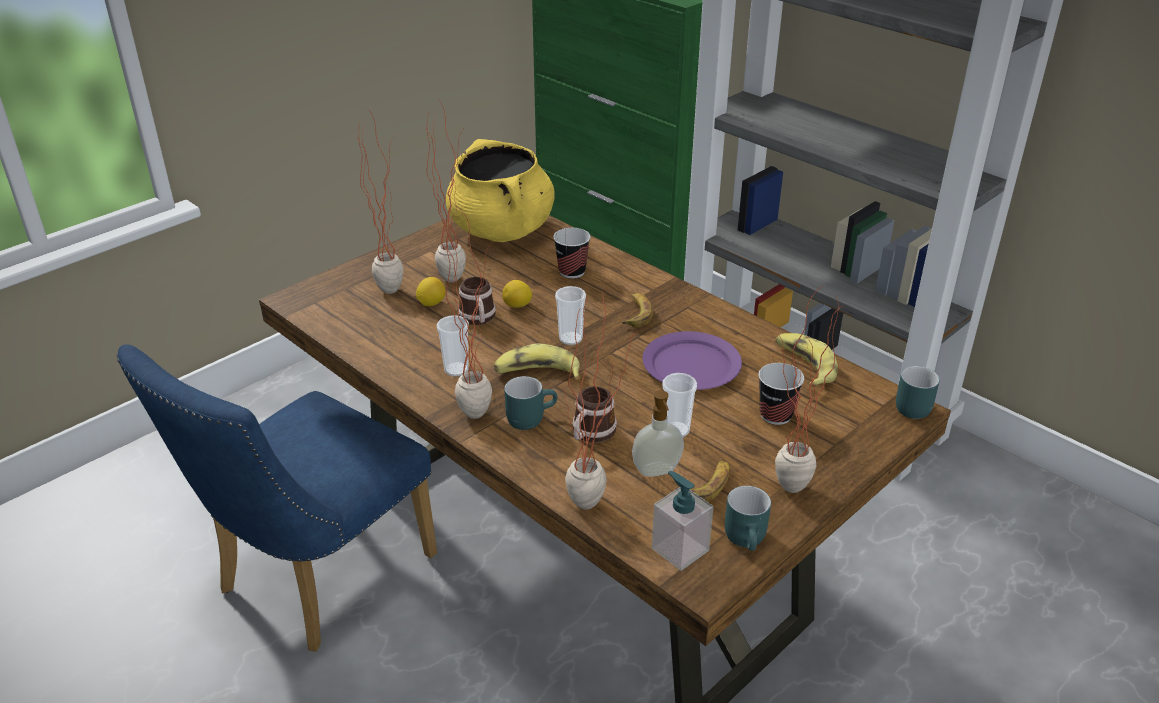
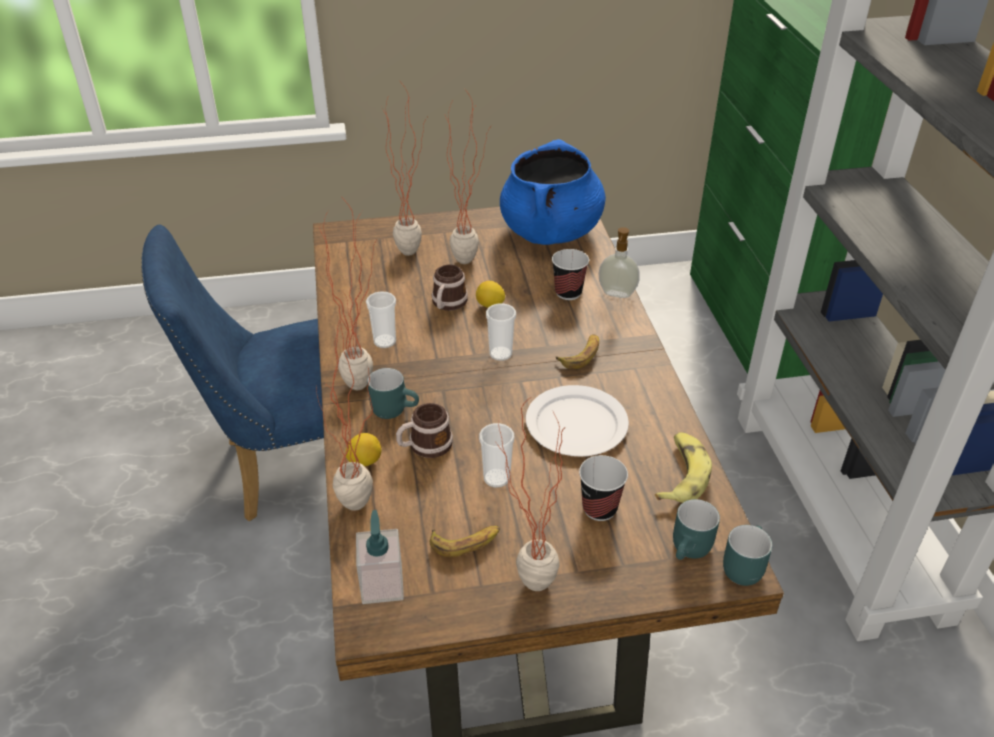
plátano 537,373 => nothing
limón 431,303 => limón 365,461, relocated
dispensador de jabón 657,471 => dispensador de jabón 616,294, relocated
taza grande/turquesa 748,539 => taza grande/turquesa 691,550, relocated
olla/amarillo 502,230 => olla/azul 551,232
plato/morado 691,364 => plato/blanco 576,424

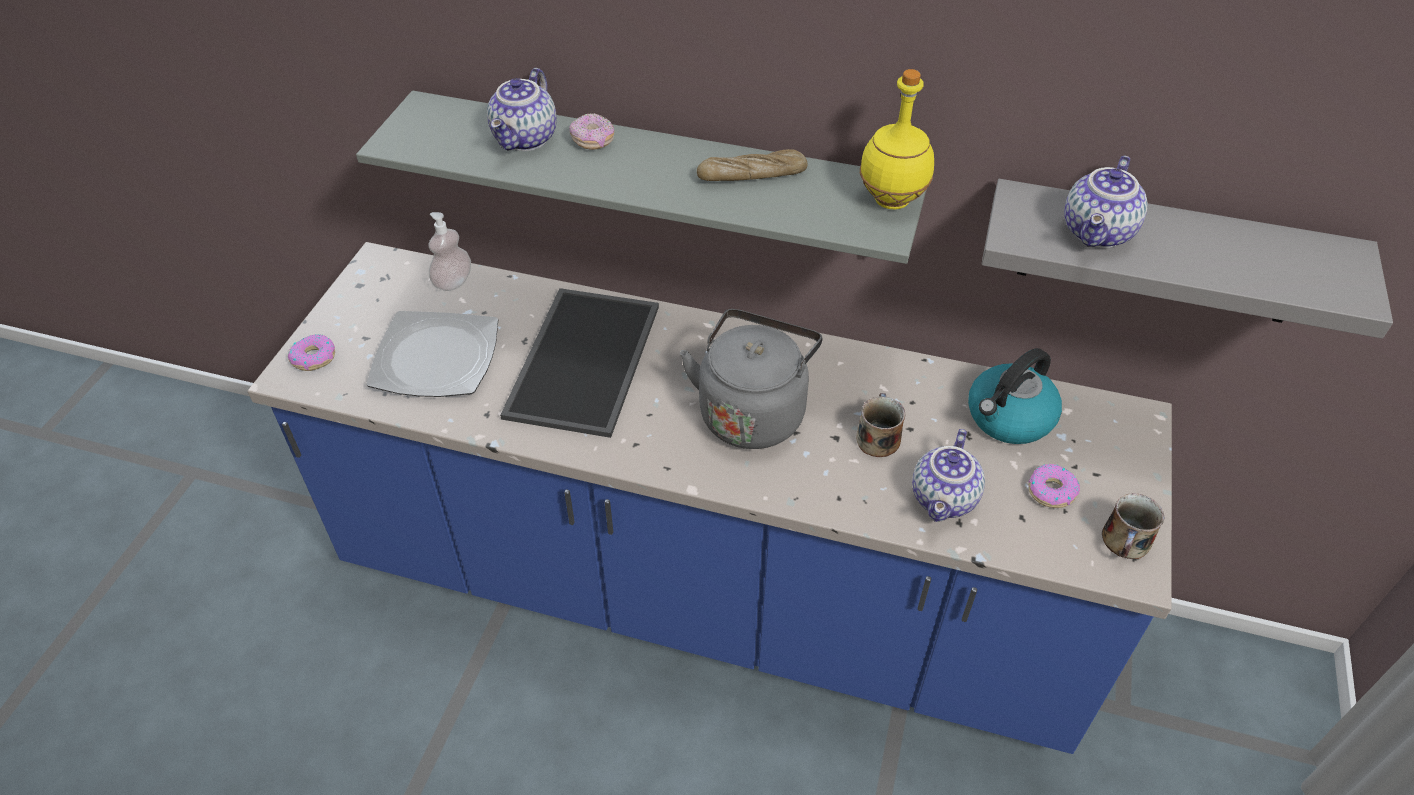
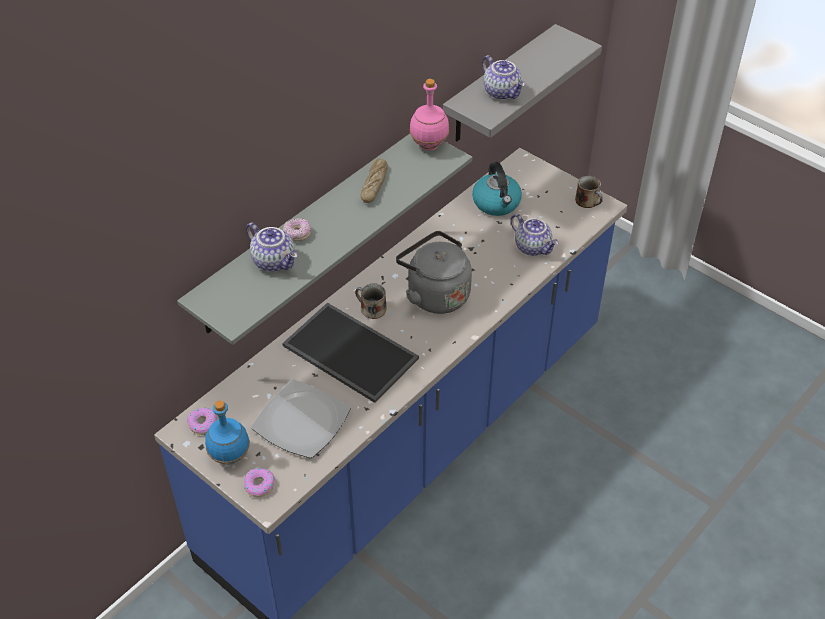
dispensador de jabón 453,282 => nothing
nothing => botella/azul 230,457
taza grande 877,437 => taza grande 371,309, relocated
rosquilla 1051,491 => rosquilla 202,424, relocated
botella/amarillo 892,201 => botella/rosa 429,145

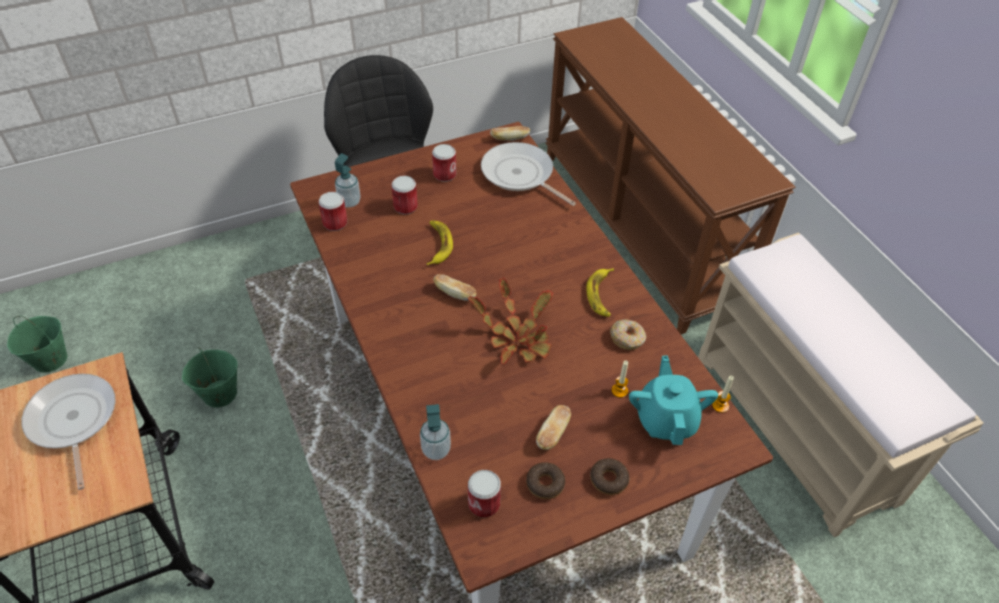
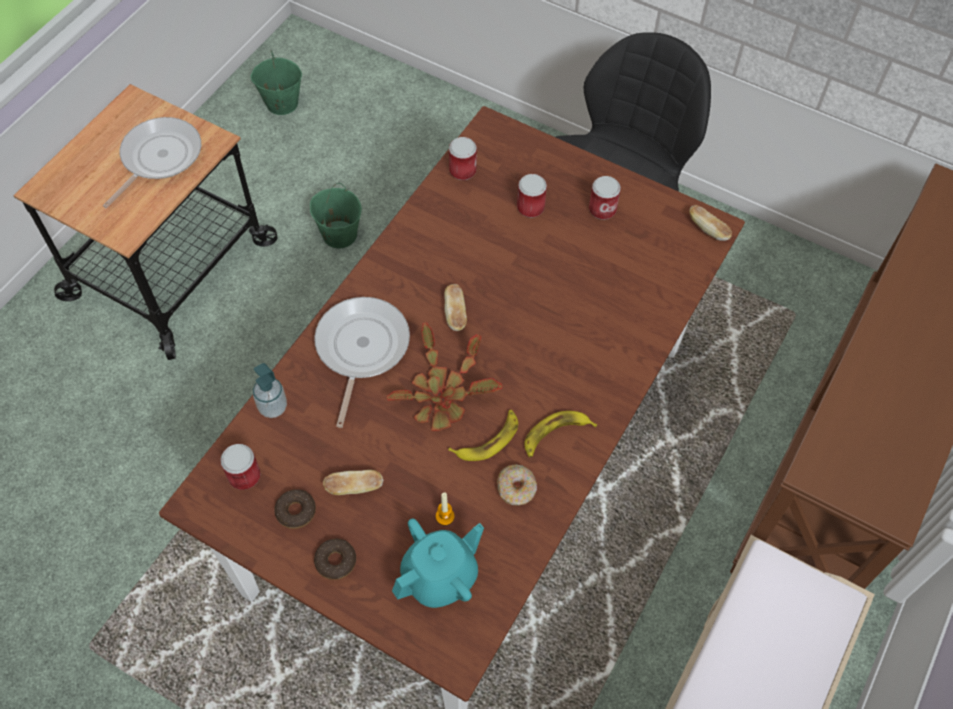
dispensador de jabón 349,202 => nothing
vela 720,405 => nothing
plátano 437,245 => plátano 488,439, relocated
sartén 520,175 => sartén 360,349, relocated

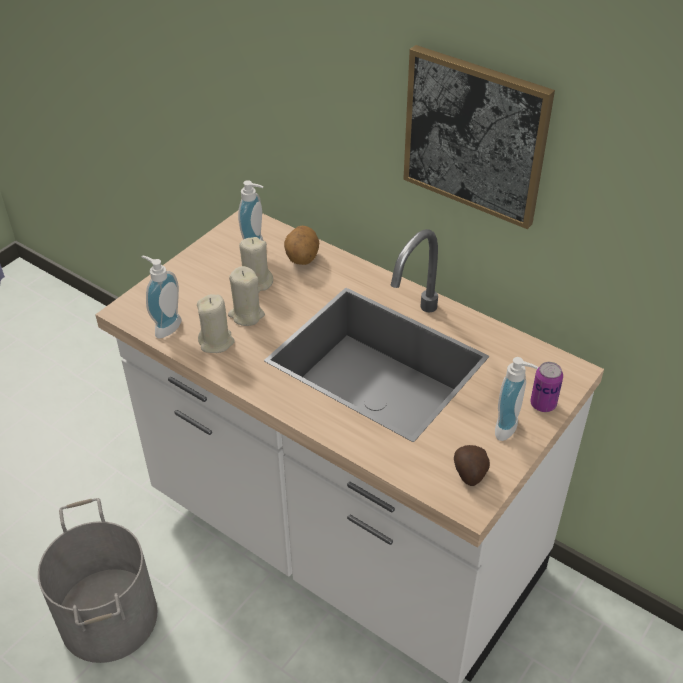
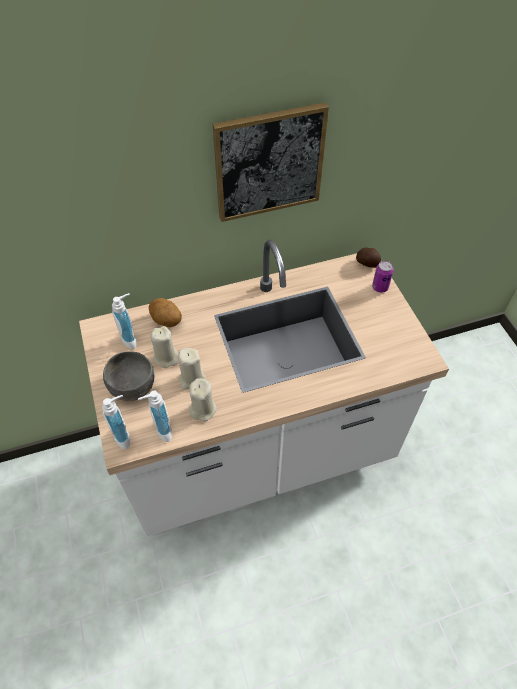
cubo/gris 107,618 => nothing
nothing => cuenco/gris 132,386
patata 470,474 => patata 367,263, relocated
dispensador de jabón 510,429 => dispensador de jabón 125,435, relocated

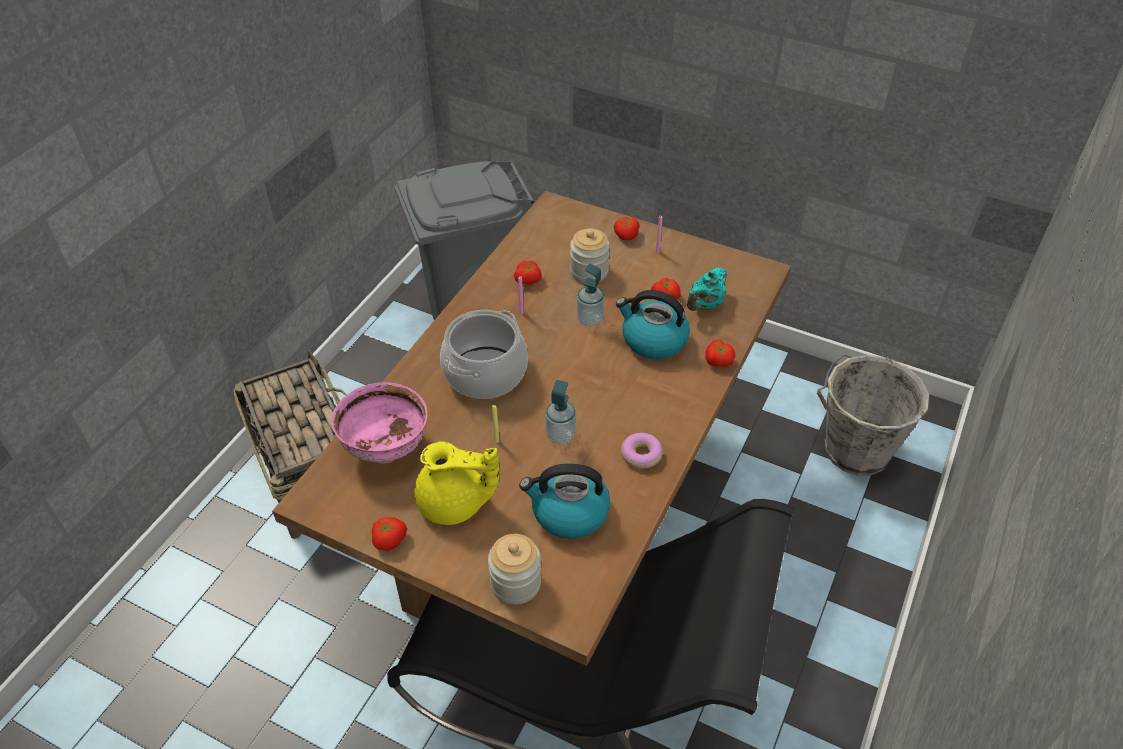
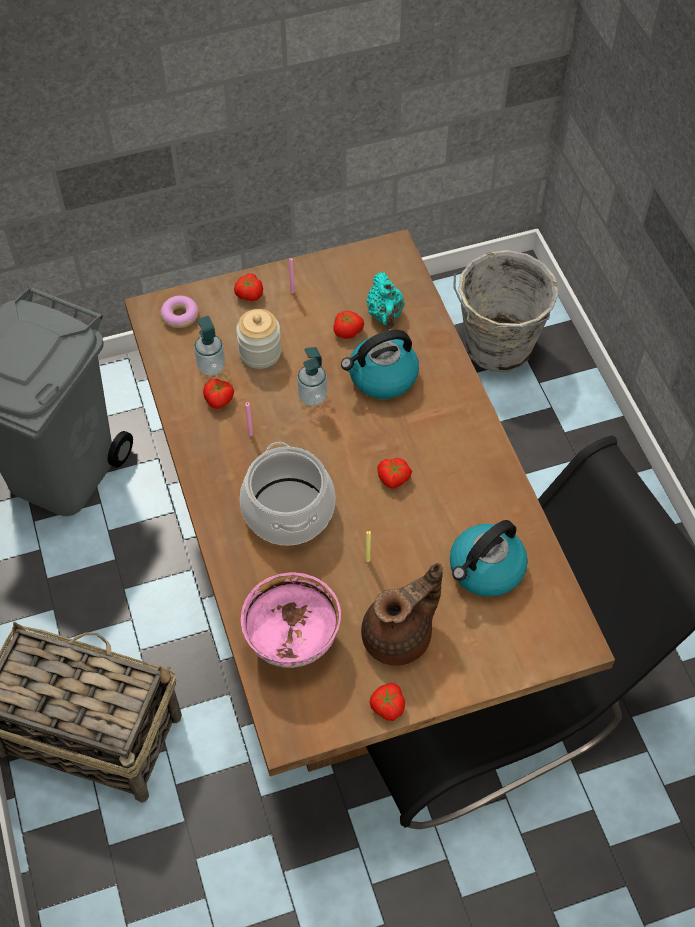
tarro 515,583 => nothing
dispensador de jabón 560,435 => dispensador de jabón 211,366, relocated
rosquilla 641,455 => rosquilla 180,316, relocated
tomate 718,361 => tomate 393,479, relocated
tetera/amarillo 455,504 => tetera/marrón 400,636

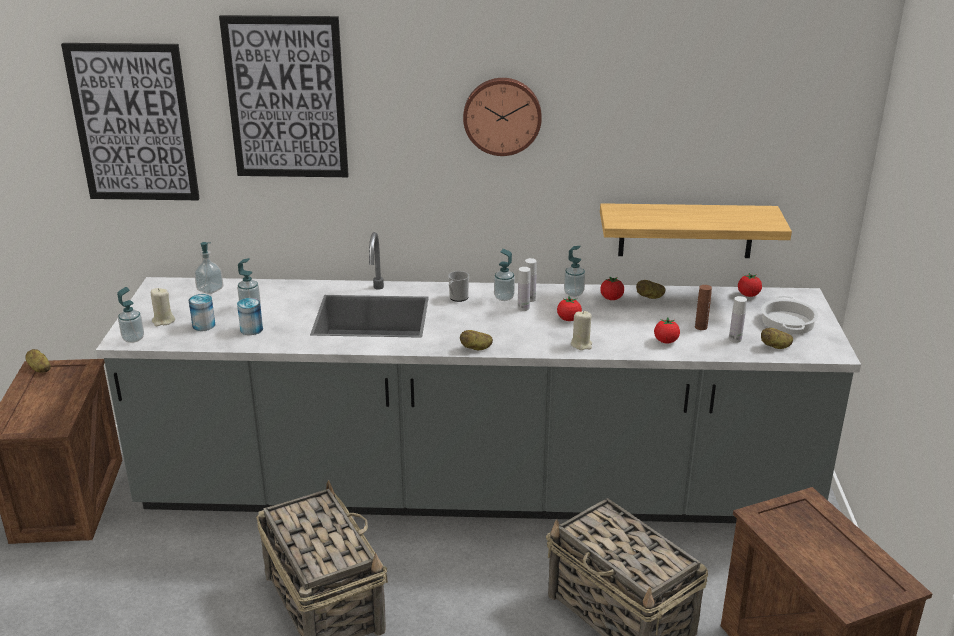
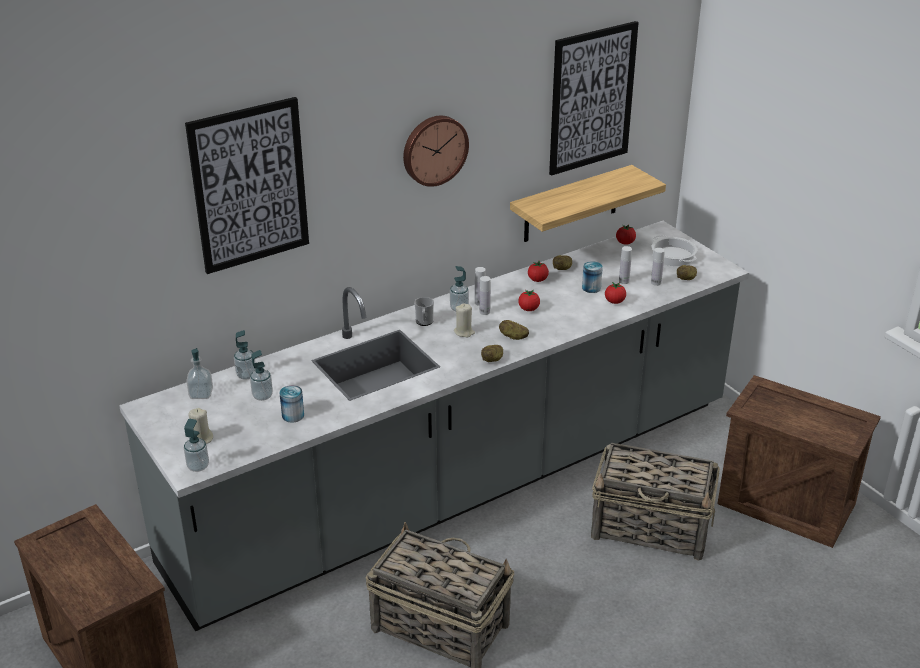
patata 39,368 => patata 513,337, relocated
cuadro 133,123 => cuadro 591,98, relocated
lata 203,325 => lata 591,288, relocated
dispensador de jabón 573,293 => dispensador de jabón 246,375, relocated
vela/beis 581,344 => vela/beis 464,332, relocated
botella/marrón 701,327 => botella/blanco 624,281

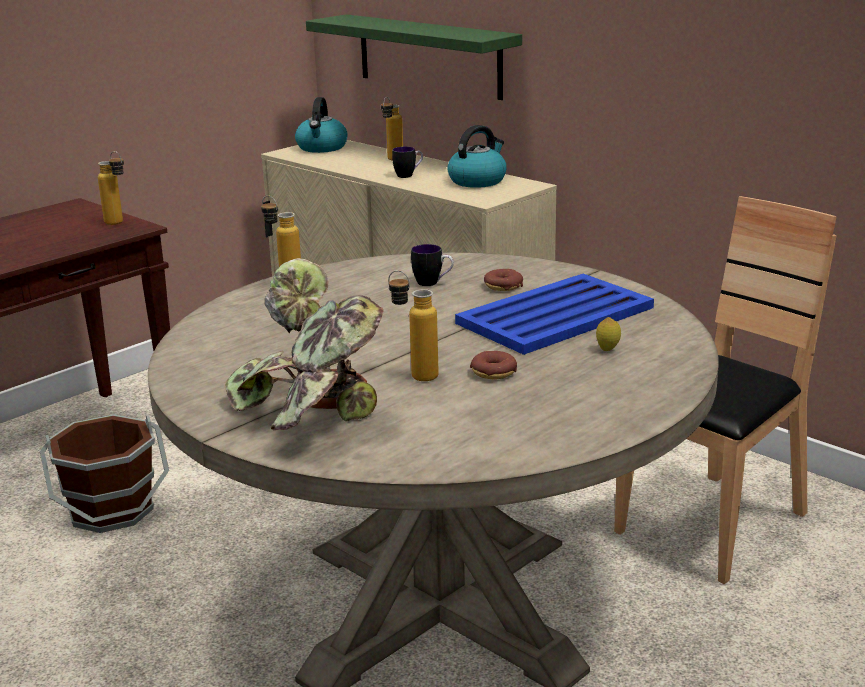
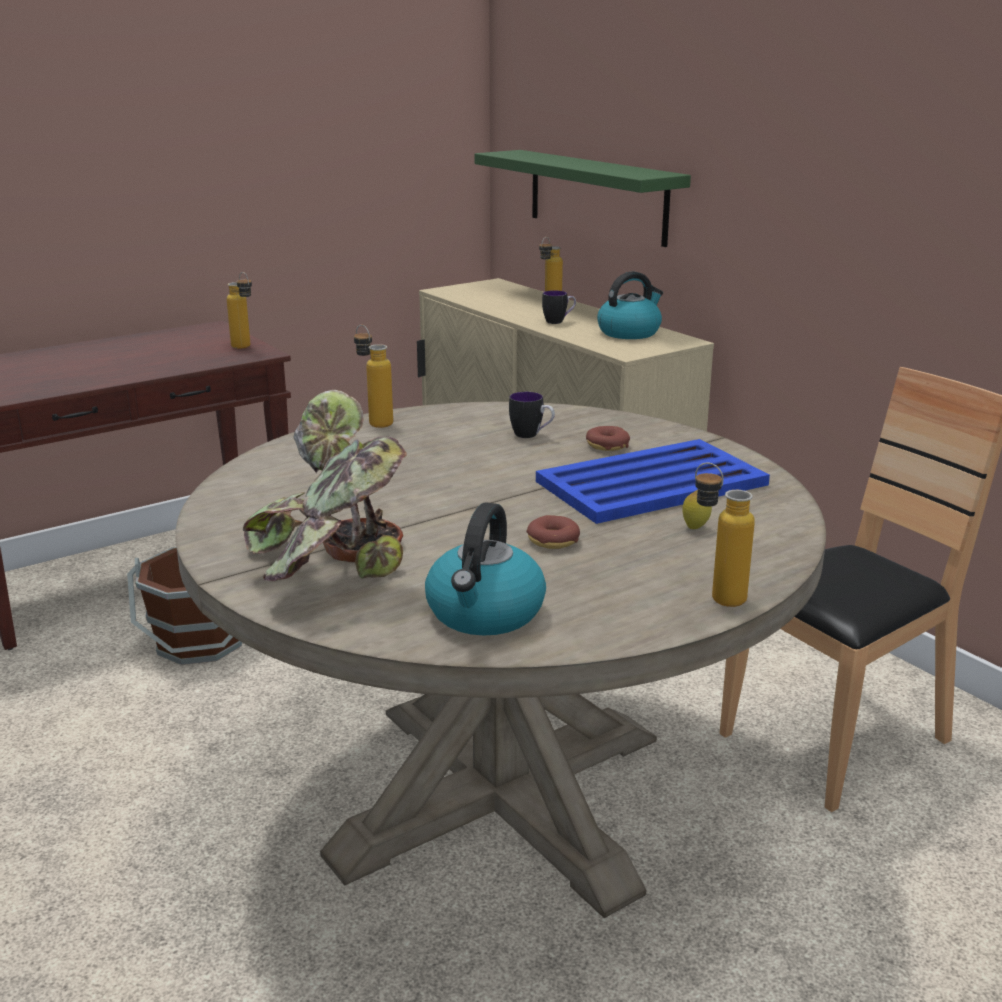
hervidor 322,148 => hervidor 485,613, relocated
botella 414,375 => botella 715,596, relocated

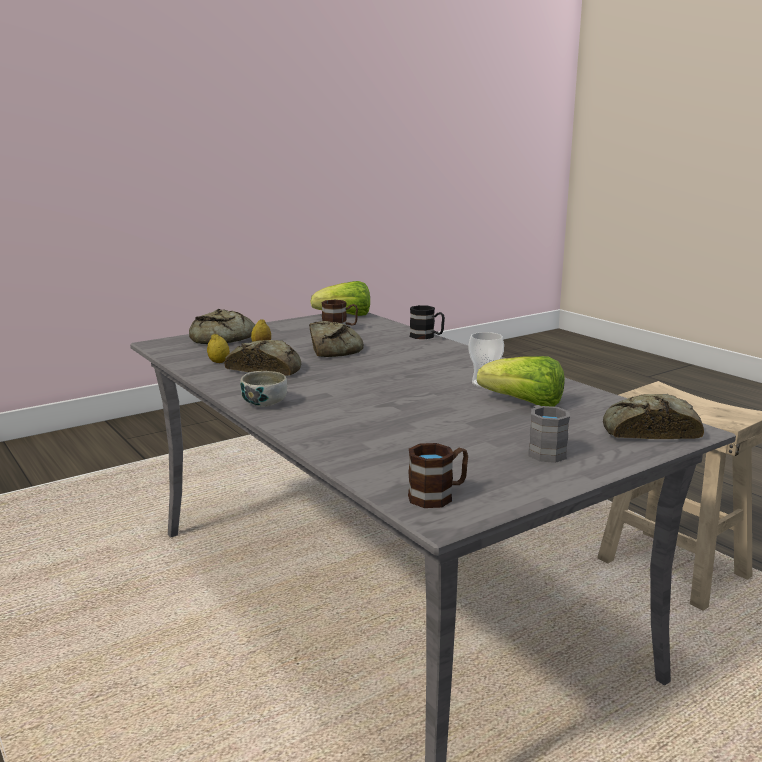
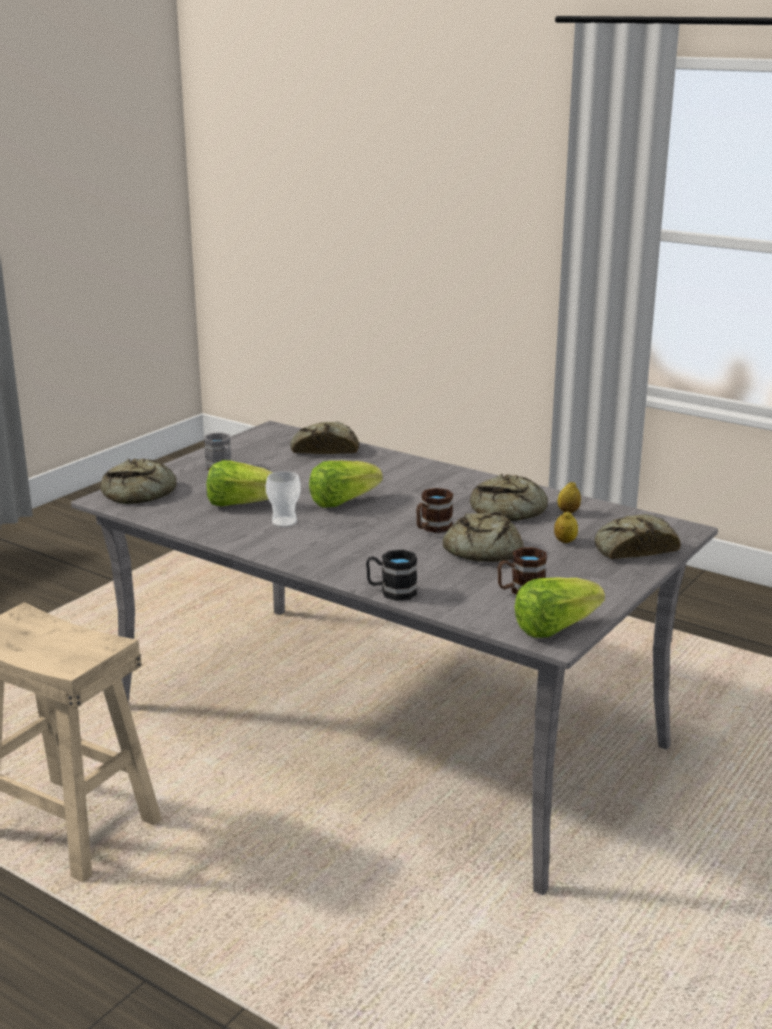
cuenco 264,403 => nothing
nothing => pan 324,448
nothing => lechuga 342,502
taza grande/marrón 438,495 => taza grande/marrón 432,528, relocated

